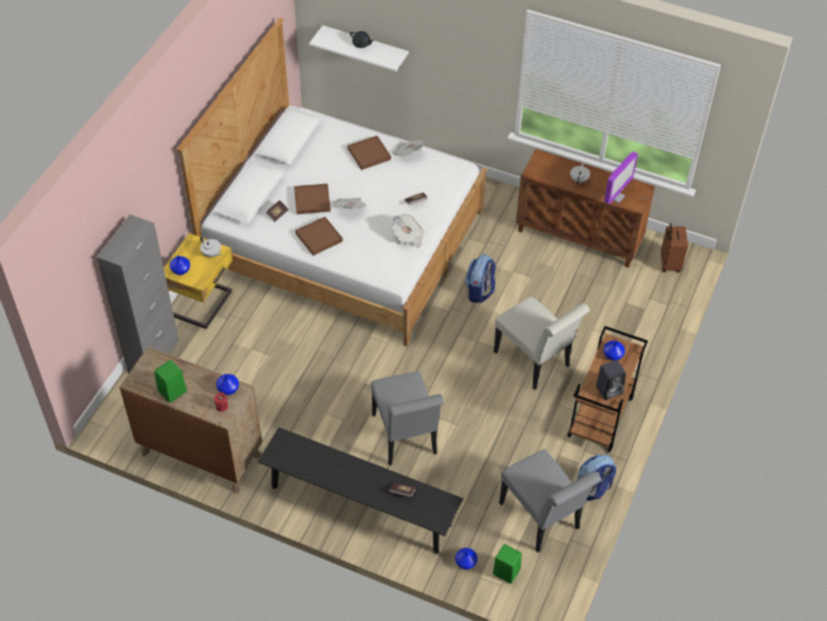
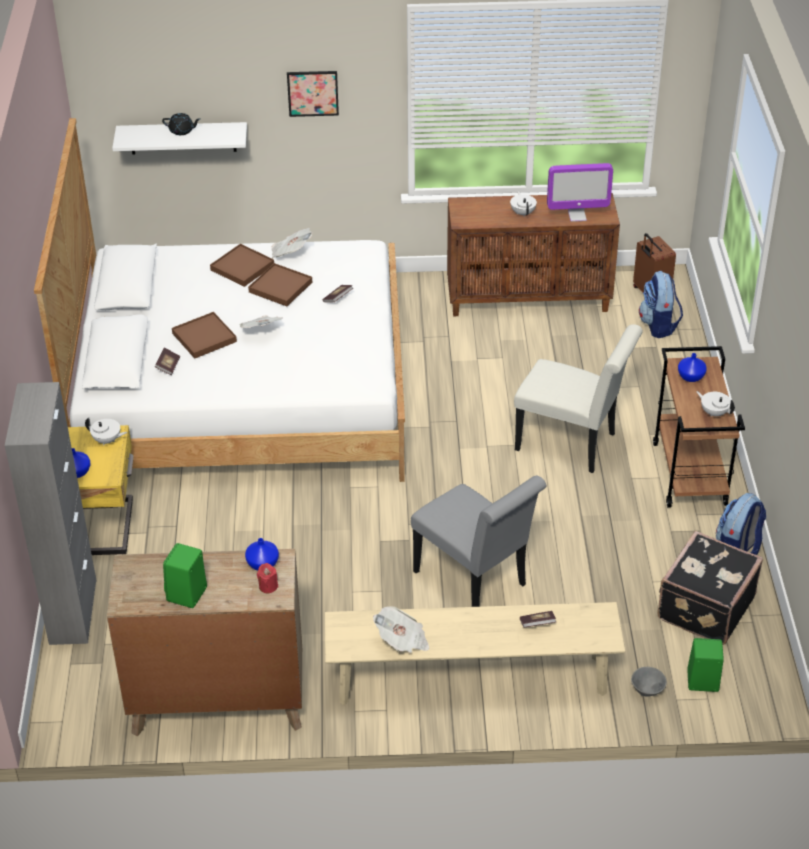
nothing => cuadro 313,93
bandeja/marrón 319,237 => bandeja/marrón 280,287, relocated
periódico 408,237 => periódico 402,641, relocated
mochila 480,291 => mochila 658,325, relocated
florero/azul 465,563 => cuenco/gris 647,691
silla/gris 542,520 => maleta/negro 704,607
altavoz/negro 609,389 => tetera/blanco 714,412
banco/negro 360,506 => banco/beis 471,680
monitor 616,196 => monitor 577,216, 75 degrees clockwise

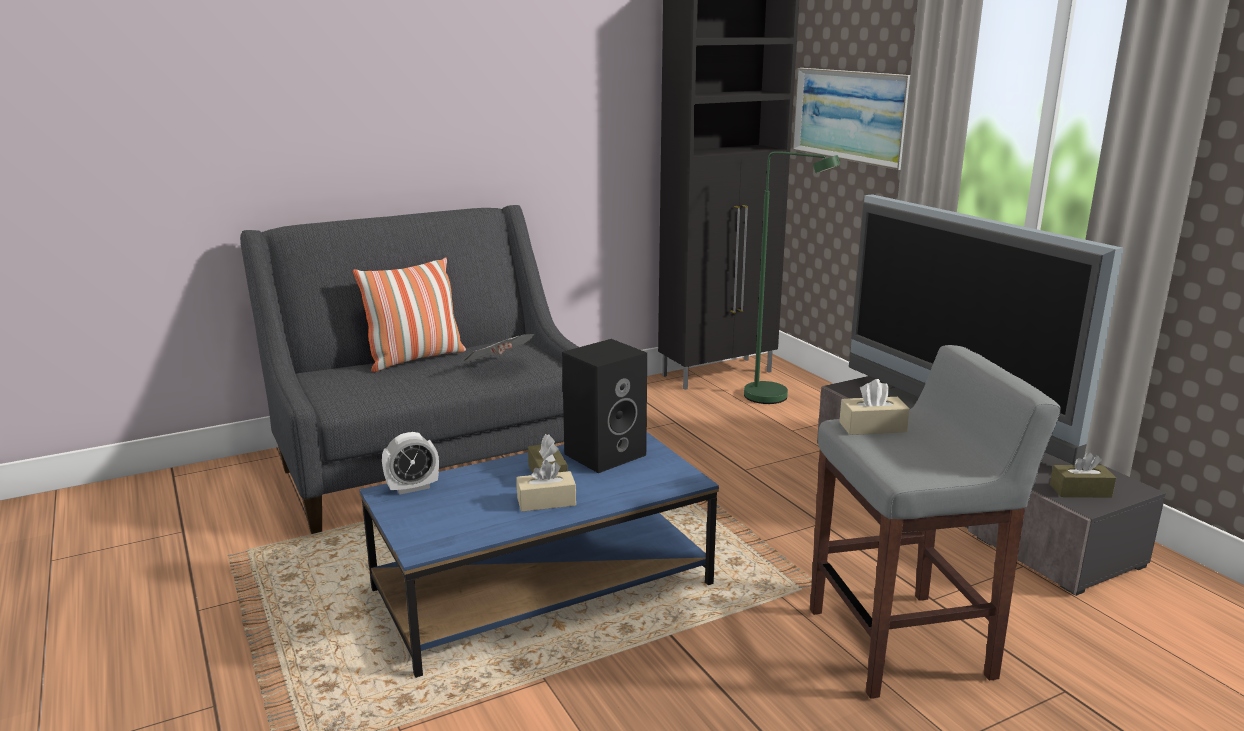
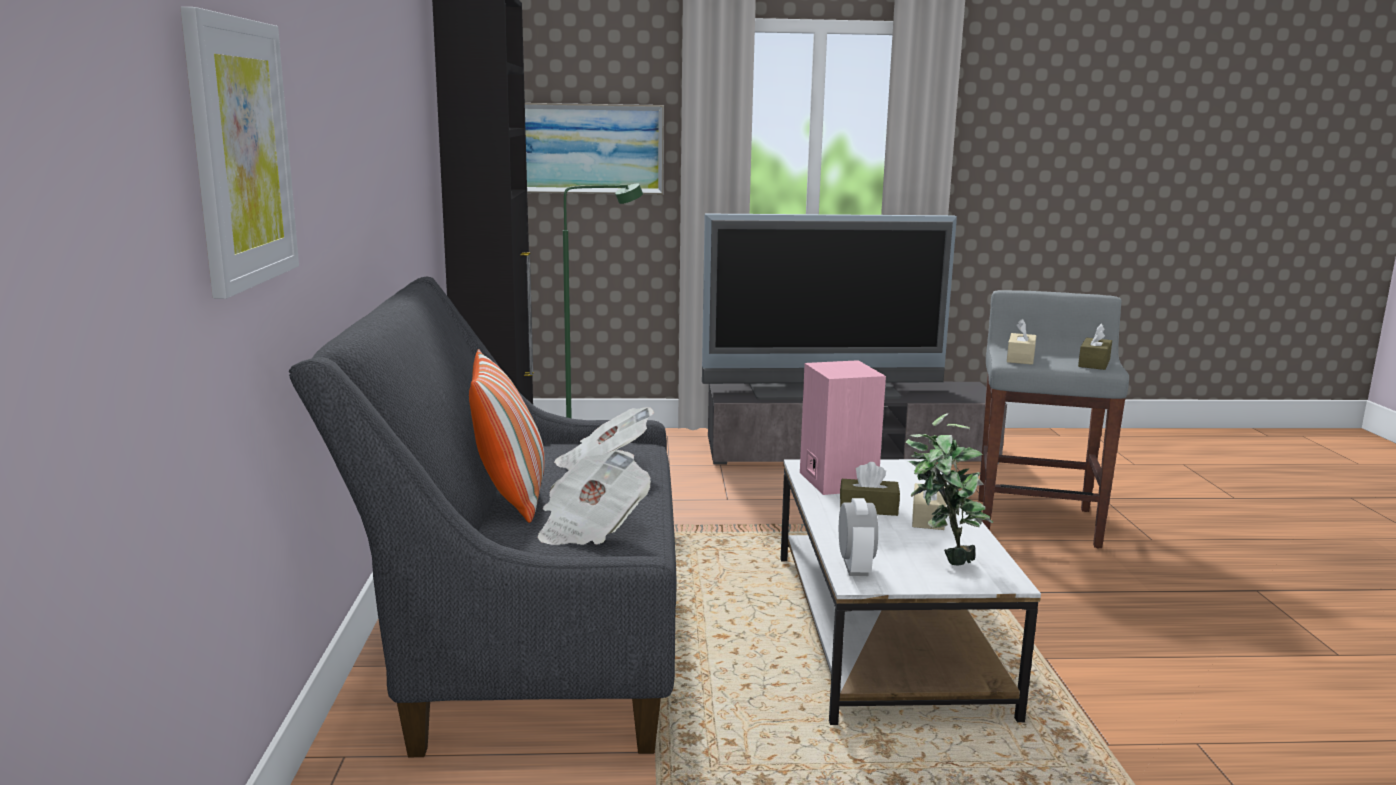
nothing => cuadro 240,153
nothing => periódico 590,528
nothing => planta en maceta 942,559
caja de pañuelos/marrón 1080,491 => caja de pañuelos/marrón 1094,363, relocated
mesa de centro/azul 542,586 => mesa de centro/blanco 882,629
altavoz/negro 605,453 => altavoz/rosa 835,480

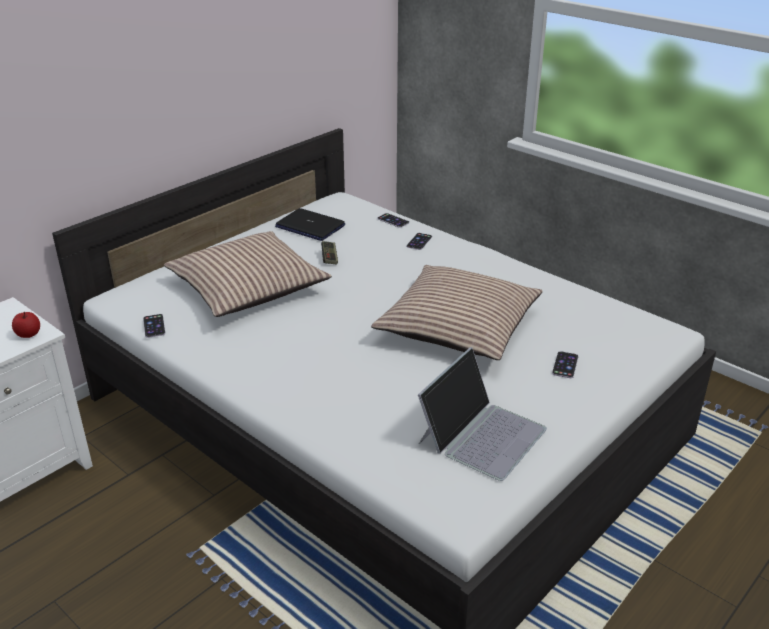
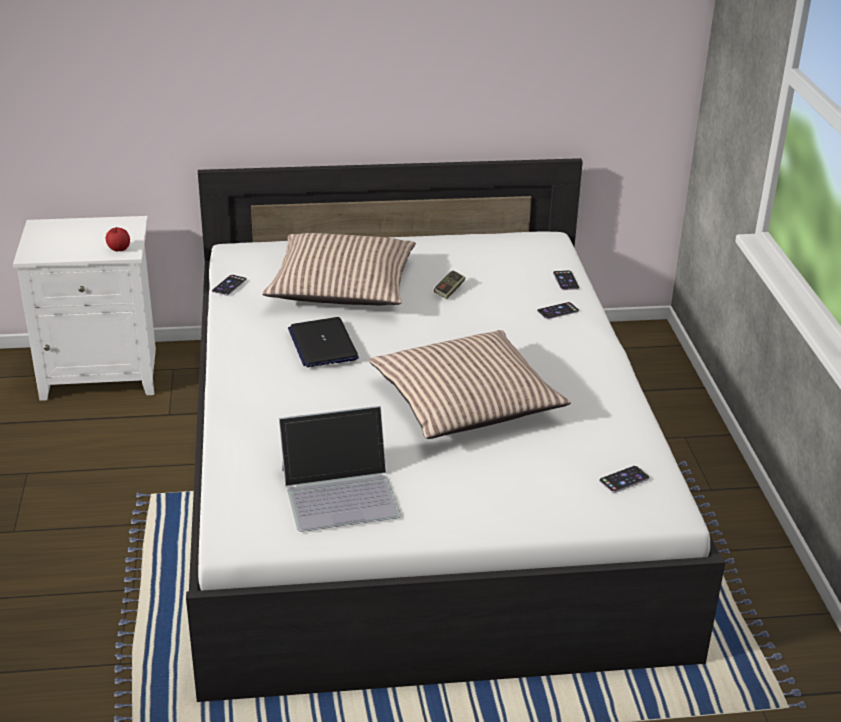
portátil 310,226 => portátil 322,344, relocated
móvil 565,365 => móvil 624,479, relocated

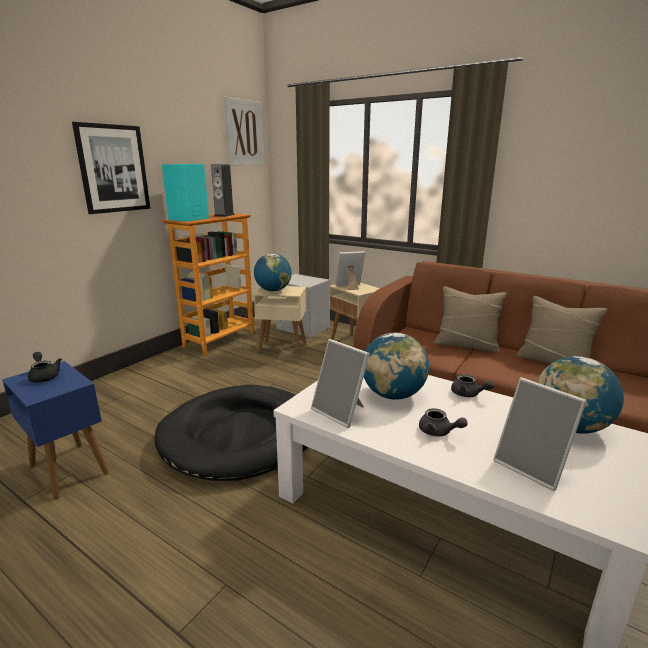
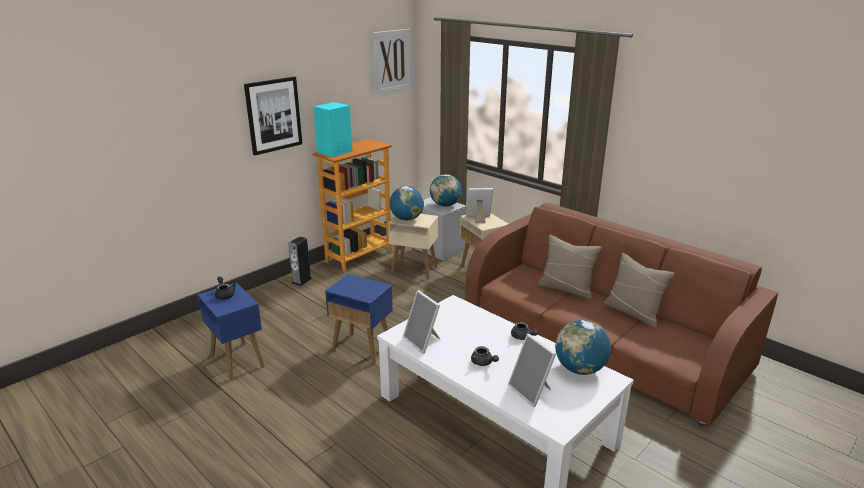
altavoz 224,215 => altavoz 301,281, relocated
globo terráqueo 393,395 => globo terráqueo 445,205, relocated
cama para perro/negro 241,435 => mesa auxiliar/azul 363,348

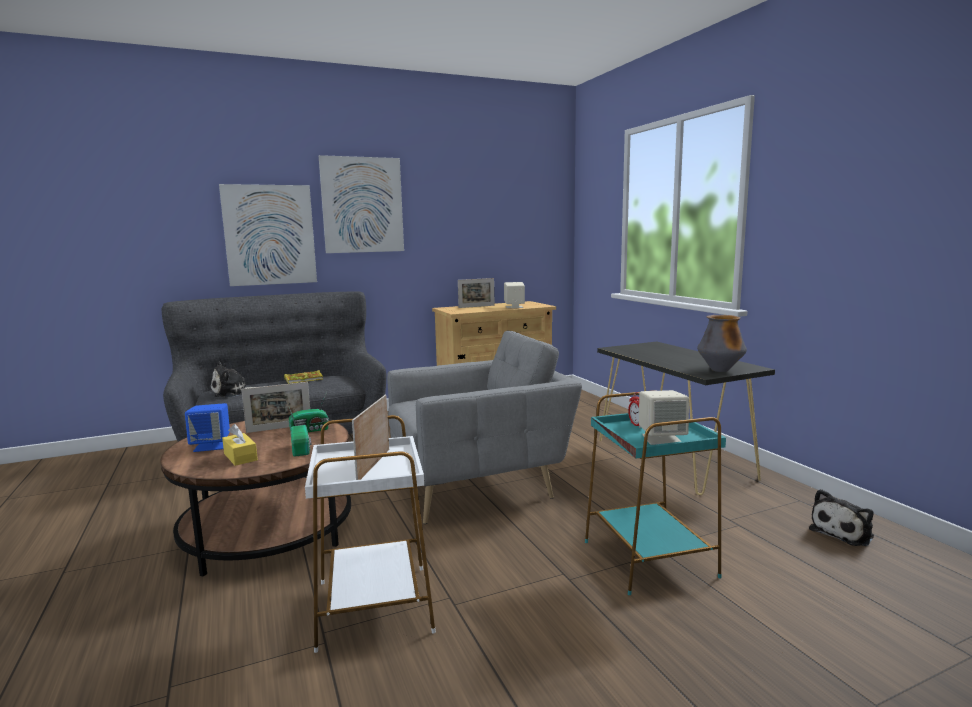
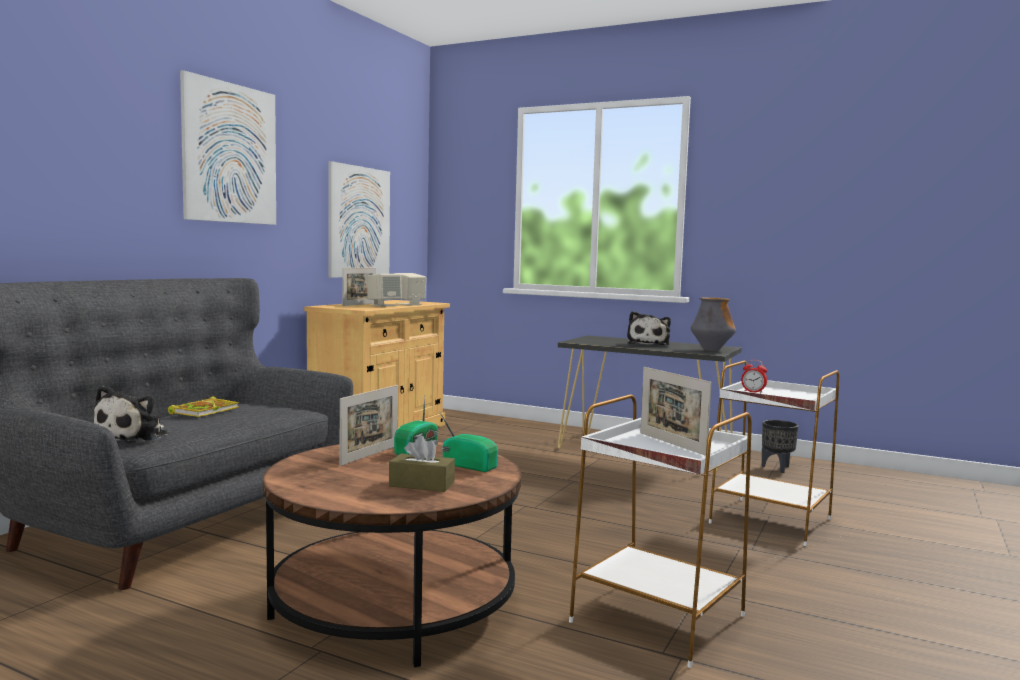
altavoz/azul 211,446 => nothing
sillón/gris 480,487 => nothing
nothing => maceta/negro 777,468
cuadro 270,235 => cuadro 359,222, relocated
altavoz/beis 661,439 => altavoz/beis 384,305, relocated
peluche 843,532 => peluche 648,344, relocated
caja de pañuelos/amarillo 240,457 => caja de pañuelos/marrón 421,484
mesa auxiliar/turquesa 649,559 => mesa auxiliar/blanco 771,521

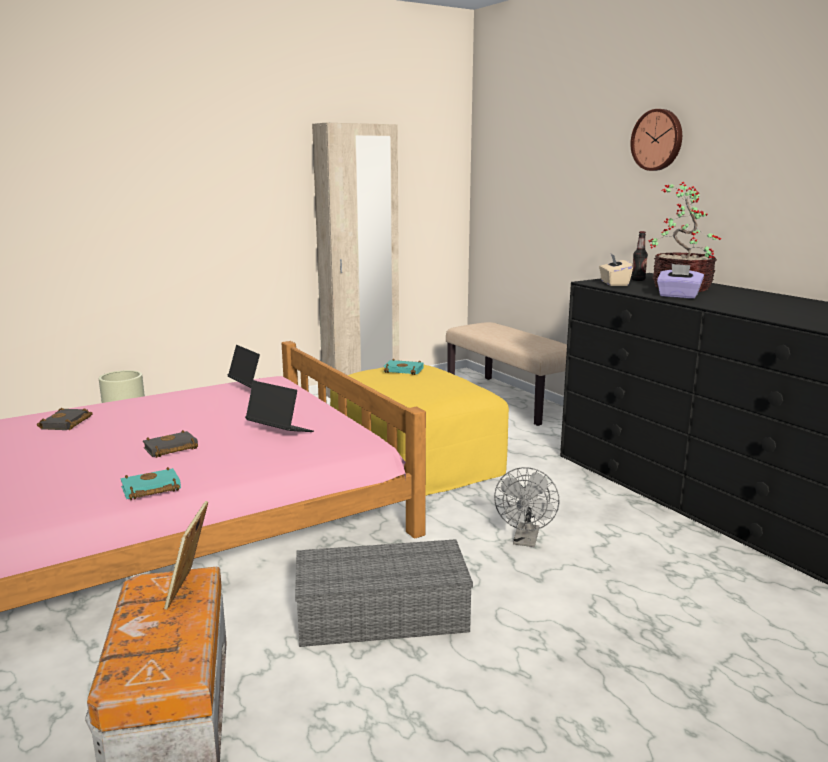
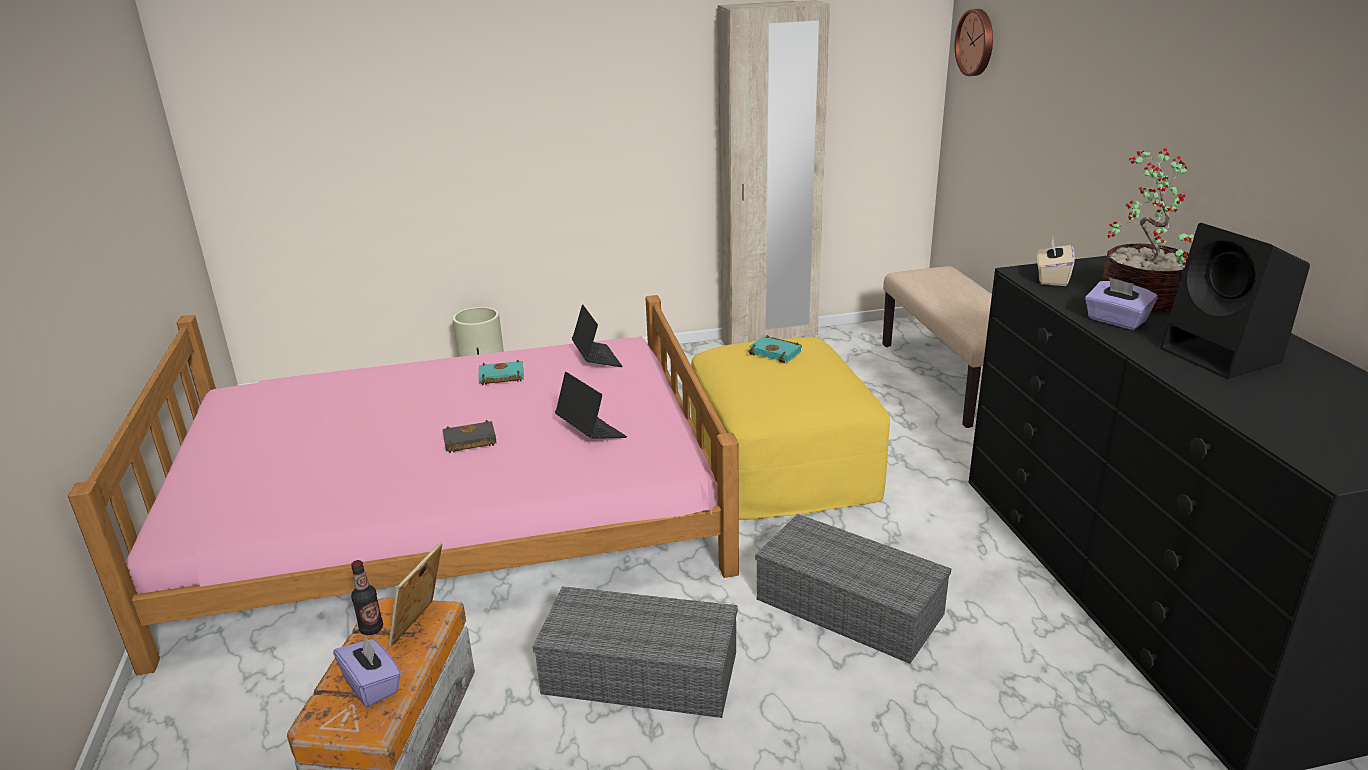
libro/negro 67,424 => nothing
nothing => caja de pañuelos/morado 372,685
nothing => altavoz/negro 1223,356
libro/turquesa 150,490 => libro/turquesa 500,377, relocated
reloj de pared 658,140 => reloj de pared 976,42, relocated
botella 638,280 => botella 371,629, relocated
ventilador/gris 526,541 => caja de almacenaje/gris 852,606

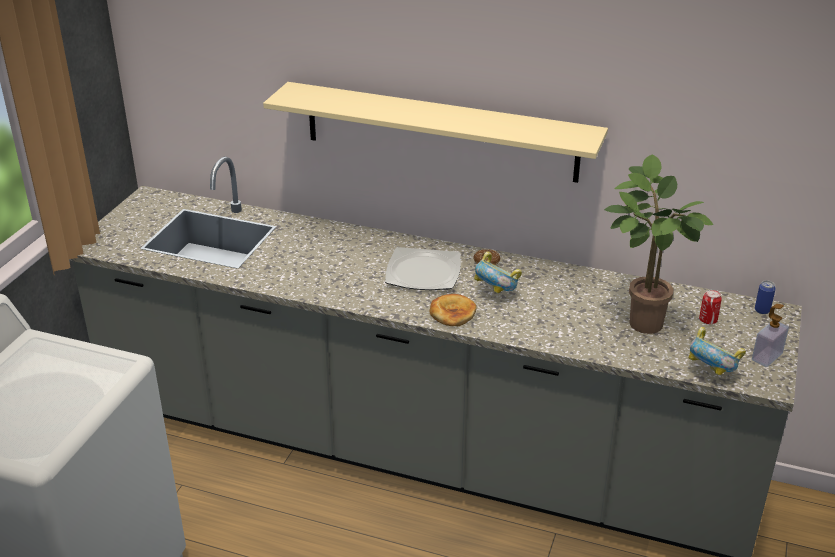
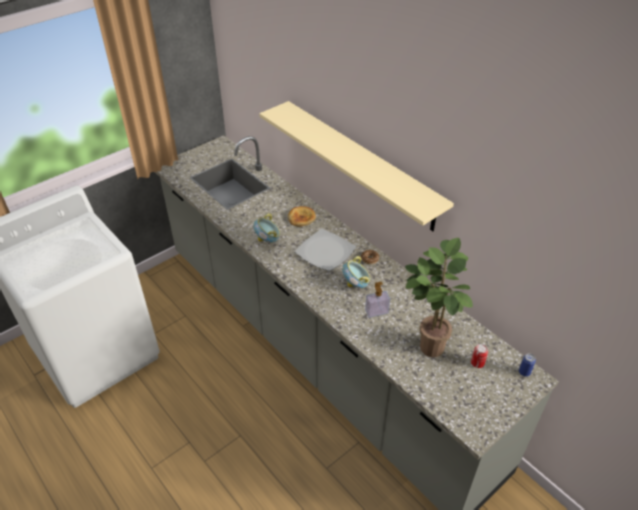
pan 452,313 => pan 301,218, relocated
cuenco 711,373 => cuenco 267,240, relocated
dispensador de jabón 767,357 => dispensador de jabón 376,311, relocated

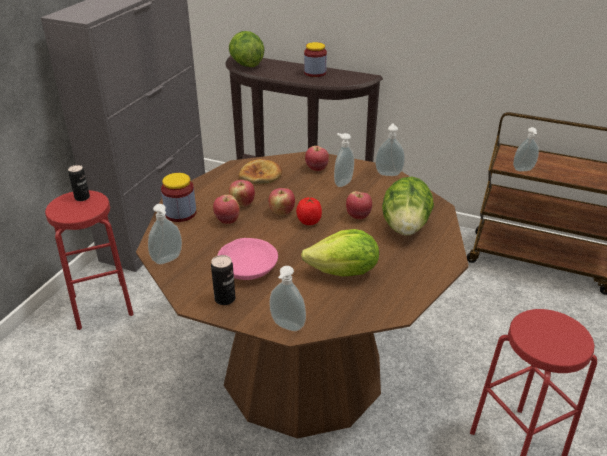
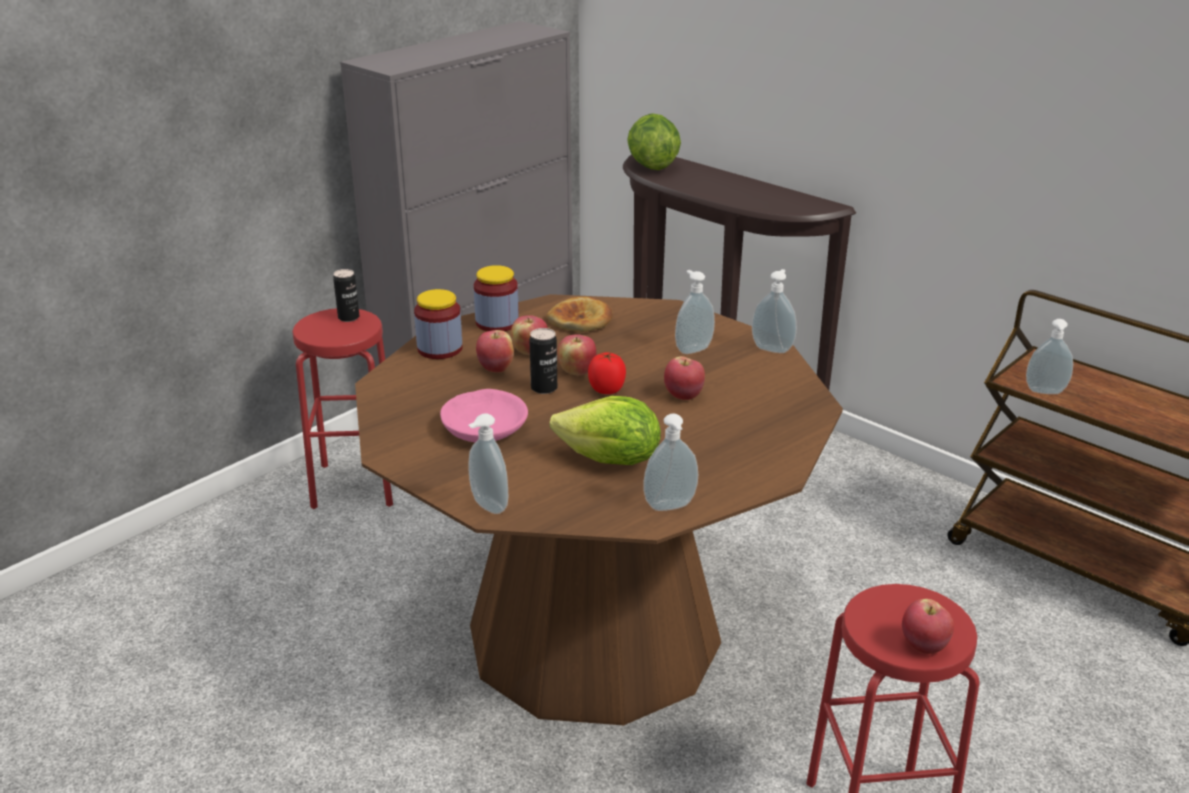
lechuga 405,227 => nothing
dispensador de jabón 168,260 => dispensador de jabón 671,507, relocated
lata 225,299 => lata 544,388, relocated
tarro 315,73 => tarro 497,323, relocated
manzana 316,169 => manzana 924,646, relocated

